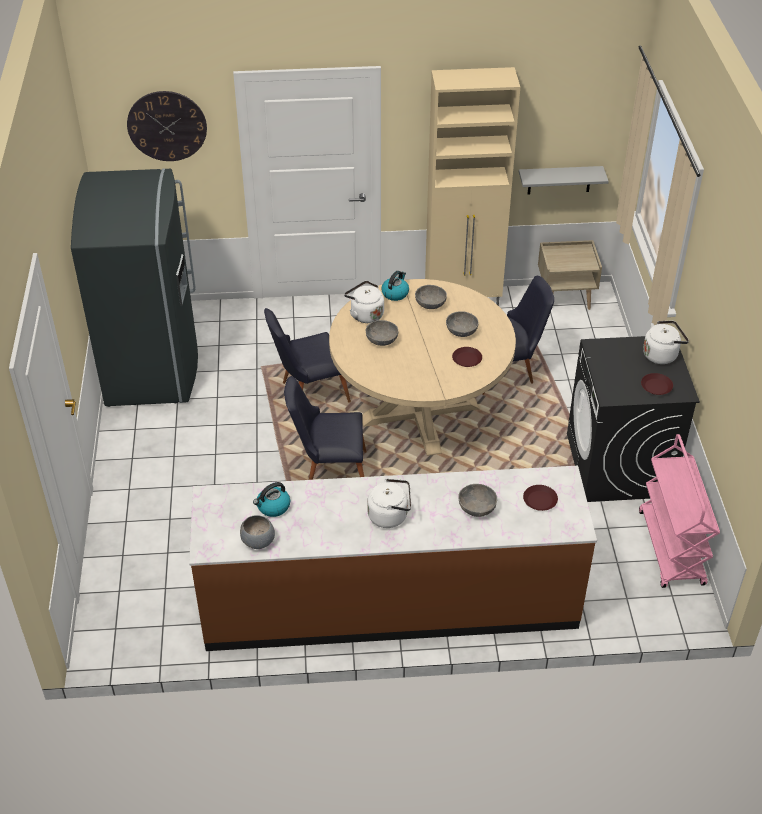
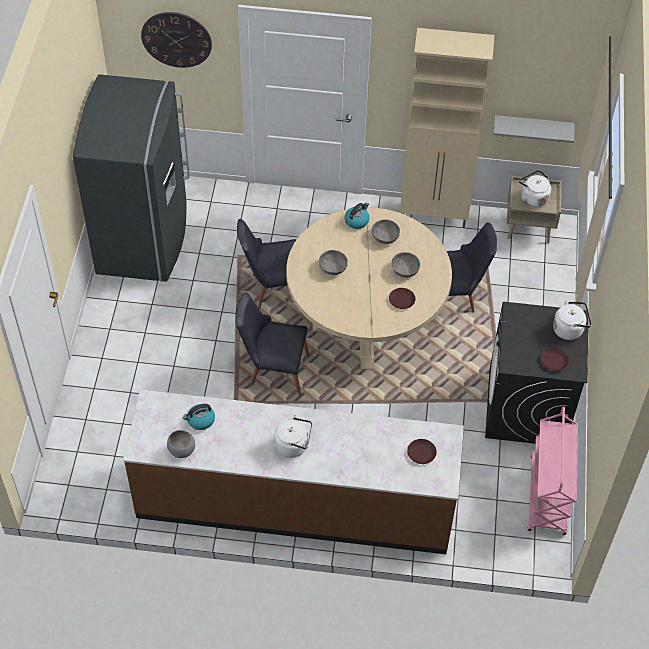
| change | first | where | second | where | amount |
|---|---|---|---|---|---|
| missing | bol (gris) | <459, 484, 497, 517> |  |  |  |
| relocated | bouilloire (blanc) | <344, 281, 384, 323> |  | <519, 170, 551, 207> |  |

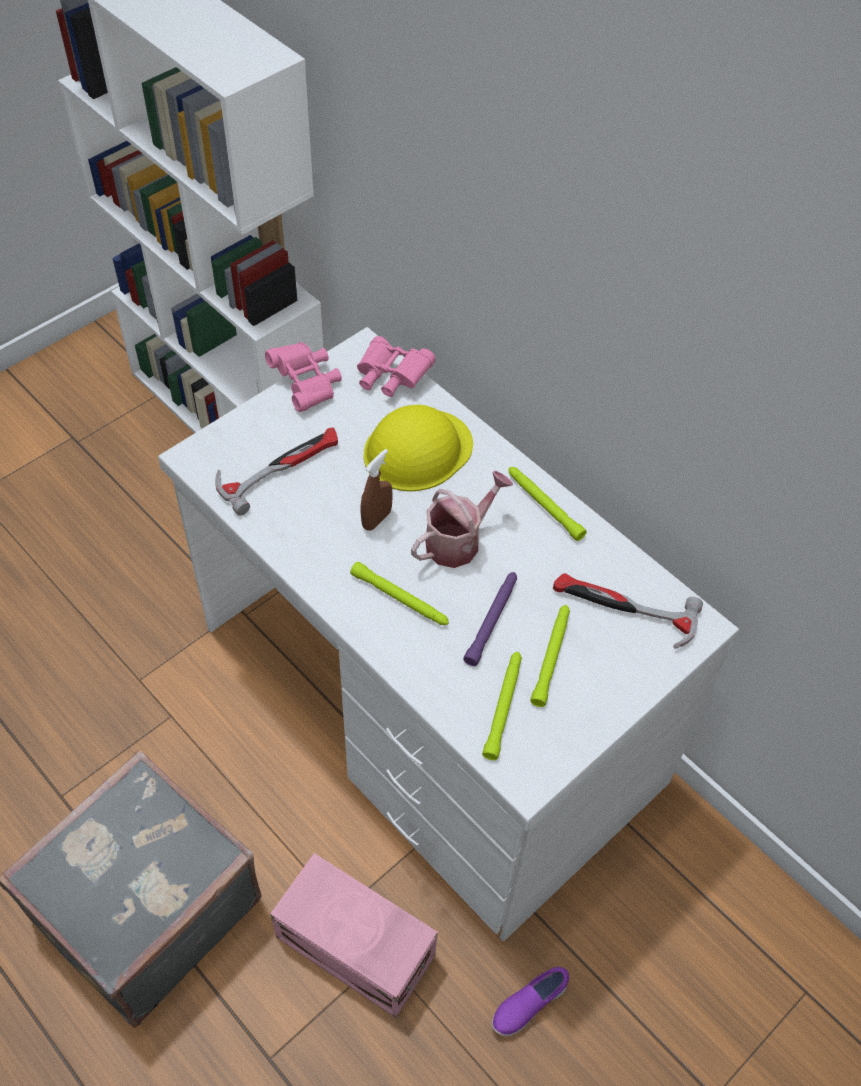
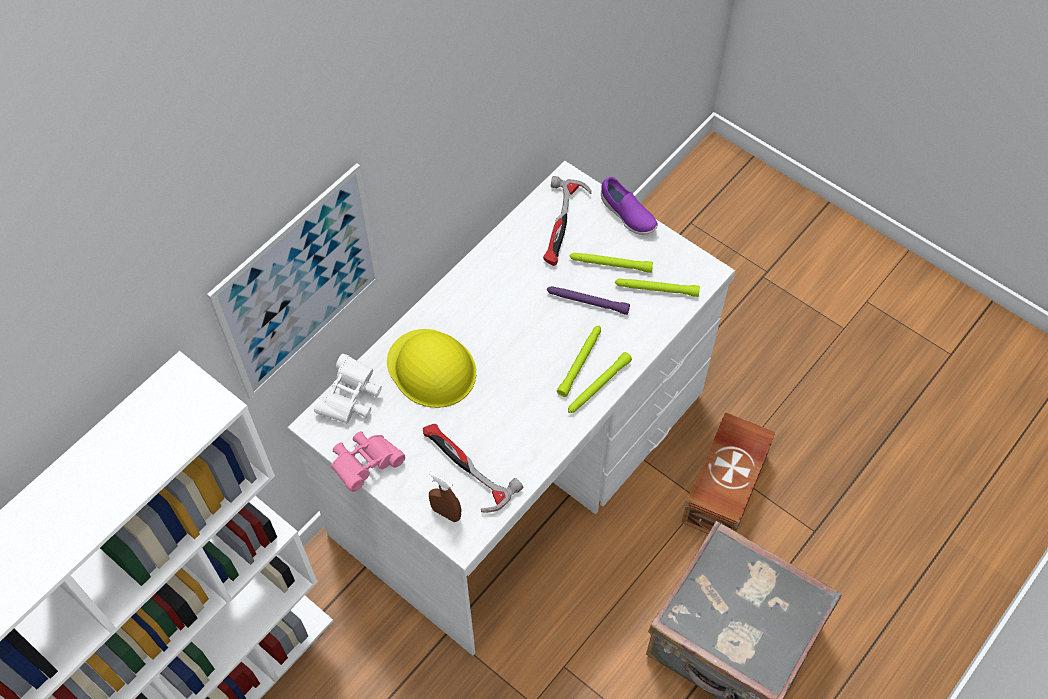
| change | first | where | second | where | amount |
|---|---|---|---|---|---|
| missing | arrosoir | <411, 471, 513, 568> |  |  |  |
| appeared |  |  | tableau | <207, 163, 380, 400> |  |
| relocated | vaporisateur (marron) | <361, 449, 393, 531> |  | <429, 472, 461, 522> |  |
| relocated | chaussure (violet) | <492, 967, 569, 1036> |  | <601, 177, 658, 235> |  |
| relocated | lampe de poche (vert) | <509, 467, 587, 541> |  | <568, 352, 632, 413> |  |
| colour | boîte de rangement (rose) | <271, 853, 438, 1018> | boîte de rangement (marron) | <681, 412, 776, 534> |  |
| colour | jumelles (rose) | <357, 336, 436, 397> | jumelles (blanc) | <314, 354, 382, 424> |  |

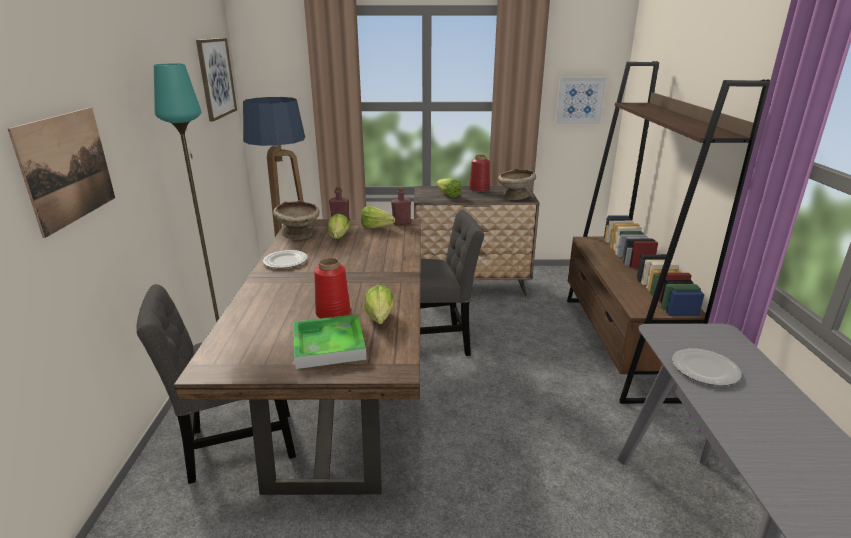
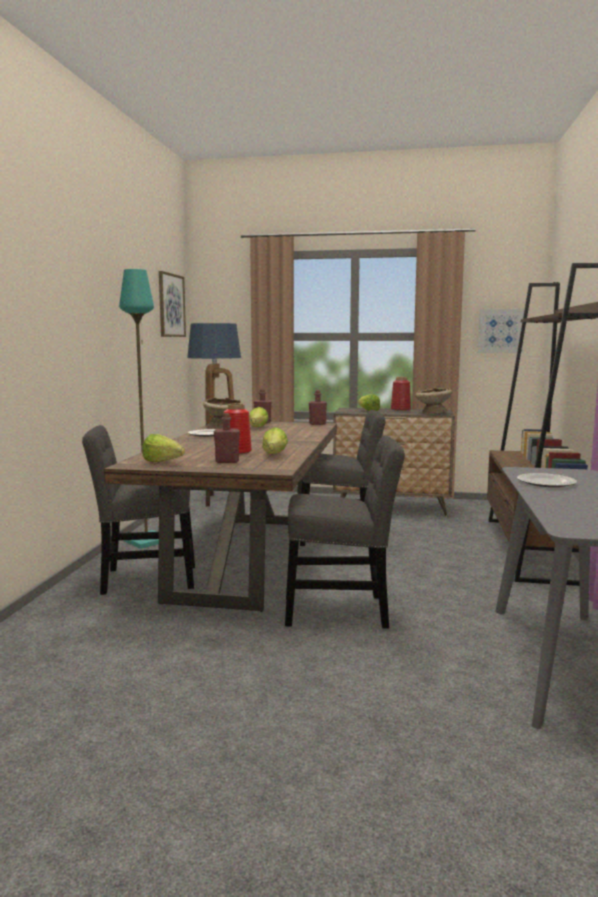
| change | first | where | second | where | amount |
|---|---|---|---|---|---|
| missing | tableau | <7, 107, 115, 238> |  |  |  |
| appeared |  |  | chaise (gris) | <285, 436, 405, 629> |  |
| relocated | laitue | <361, 206, 395, 228> |  | <143, 434, 185, 462> |  |
| exchanged | plateau | <294, 314, 367, 369> | bouteille (rouge) | <214, 413, 240, 463> |  |

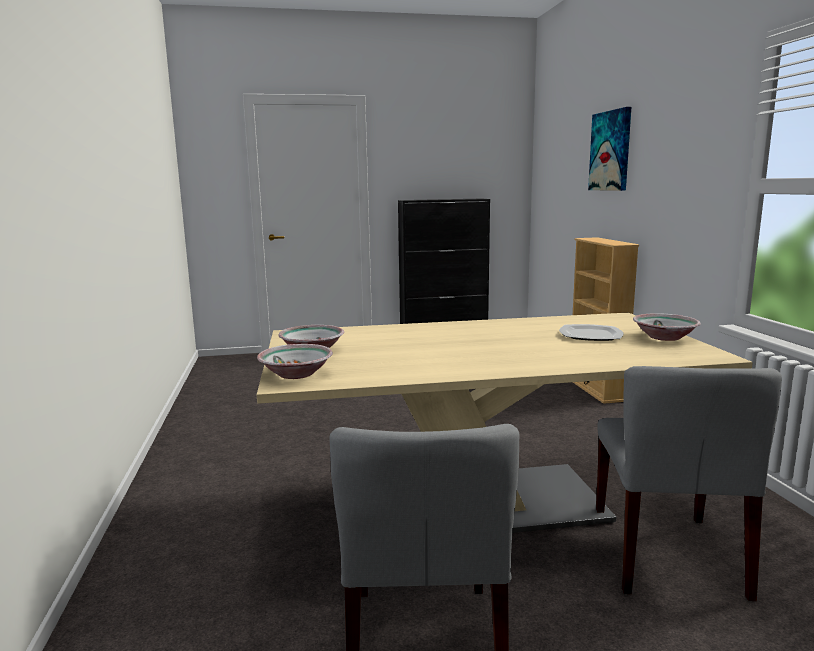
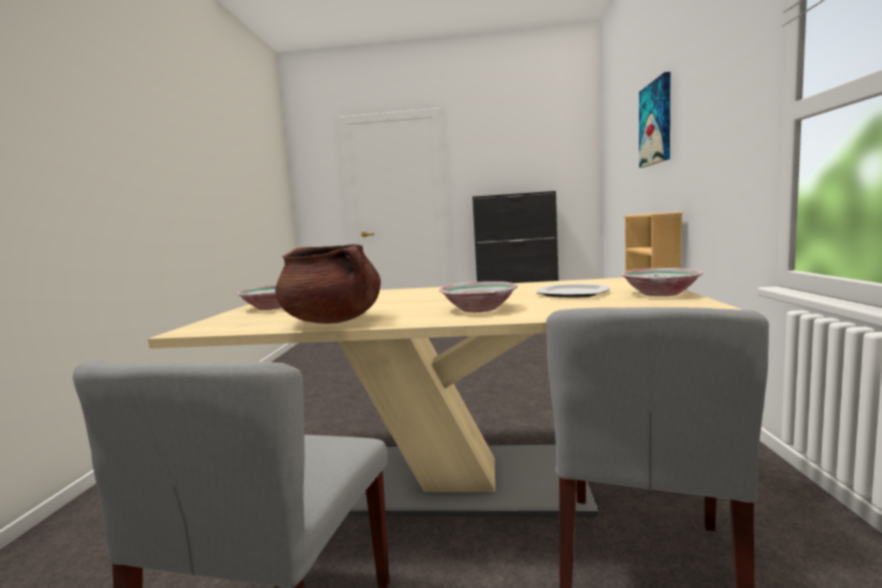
| change | first | where | second | where | amount |
|---|---|---|---|---|---|
| appeared |  |  | marmite (marron) | <275, 244, 381, 324> |  |
| relocated | bol | <257, 344, 333, 379> |  | <439, 281, 518, 312> |  |

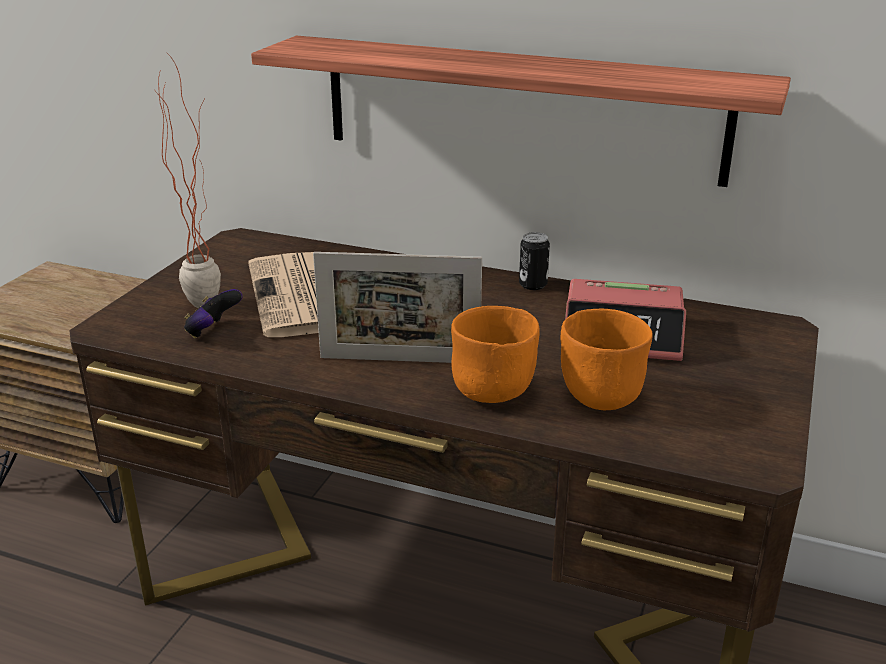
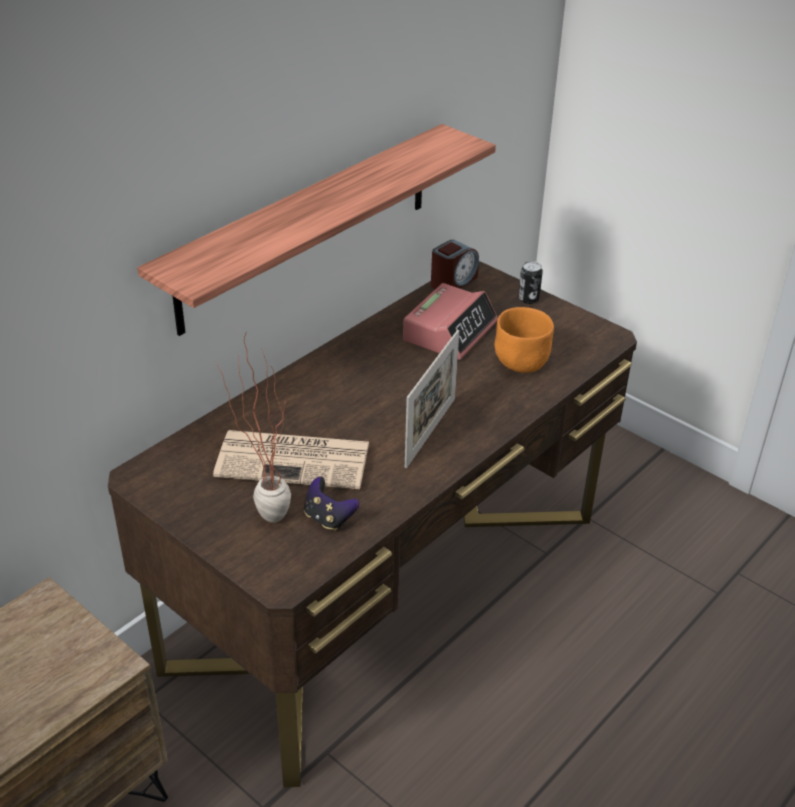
| change | first | where | second | where | amount |
|---|---|---|---|---|---|
| missing | bol (orange) | <451, 306, 540, 403> |  |  |  |
| appeared |  |  | réveil | <431, 240, 479, 289> |  |
| relocated | boîte métallique | <519, 232, 550, 290> |  | <518, 261, 543, 304> |  |

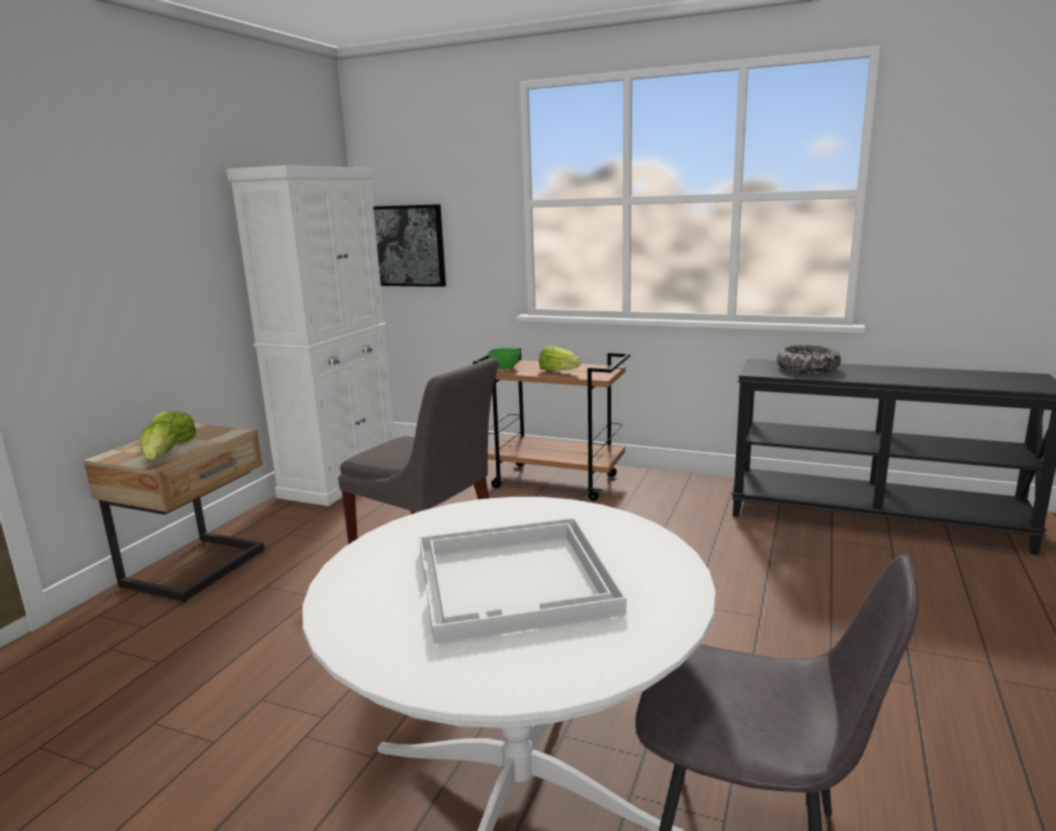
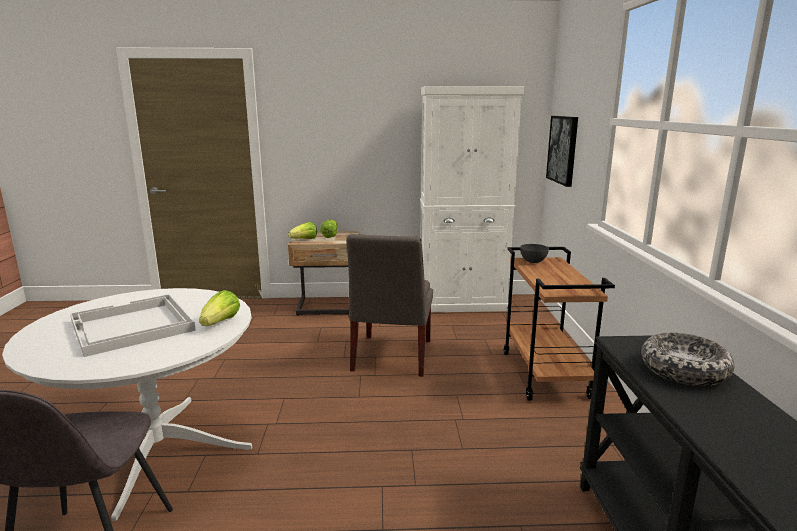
| change | first | where | second | where | amount |
|---|---|---|---|---|---|
| relocated | laitue | <539, 345, 581, 371> |  | <199, 290, 240, 326> |  |
| colour | bol (vert) | <488, 348, 520, 369> | bol (gris) | <520, 244, 549, 263> |  |

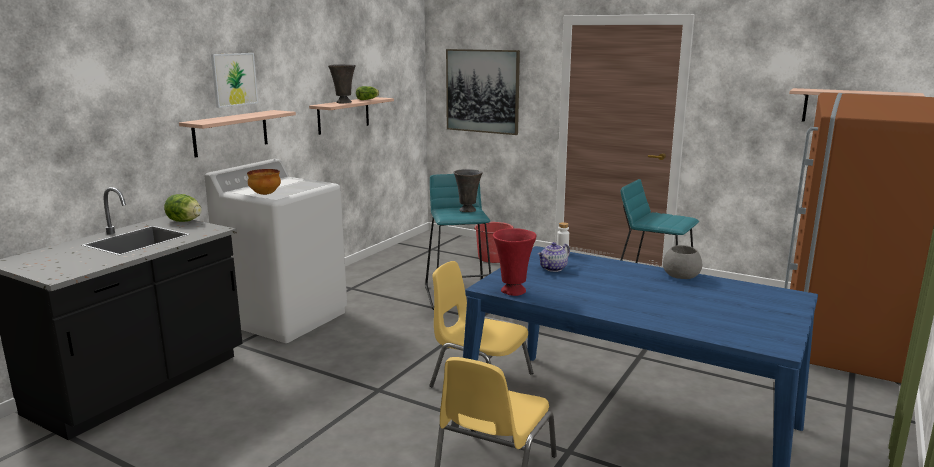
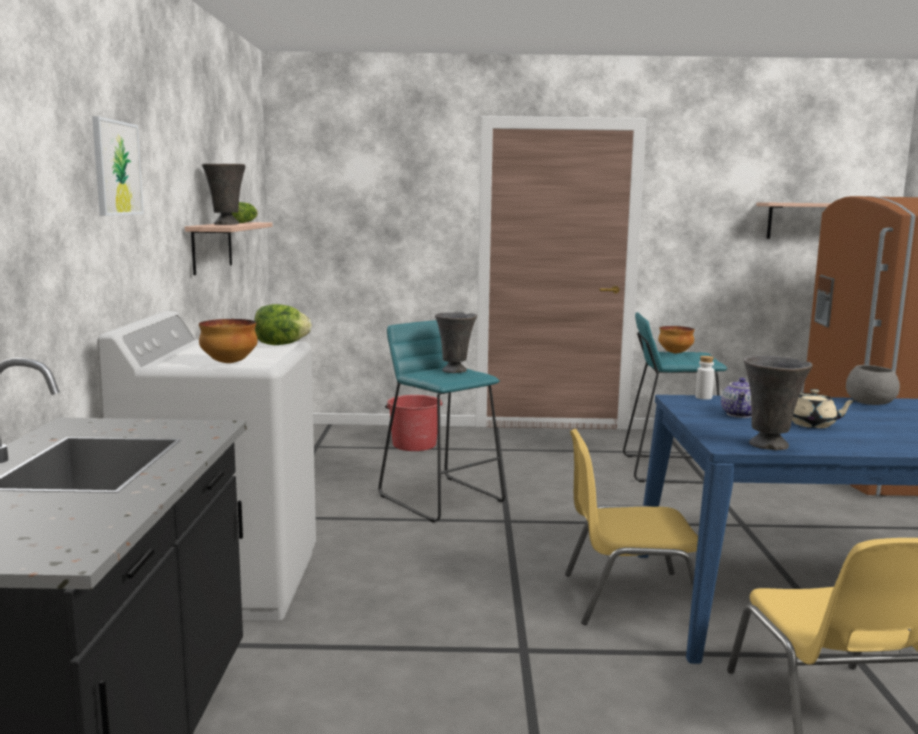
| change | first | where | second | where | amount |
|---|---|---|---|---|---|
| missing | étagère | <179, 110, 296, 158> |  |  |  |
| missing | tableau | <446, 49, 520, 135> |  |  |  |
| appeared |  |  | bol | <658, 326, 695, 353> |  |
| appeared |  |  | théière (beige) | <792, 389, 857, 428> |  |
| relocated | laitue | <164, 194, 202, 222> |  | <254, 304, 312, 345> |  |
| colour | vase (rouge) | <493, 228, 536, 296> | vase (gris) | <744, 356, 813, 450> |  |

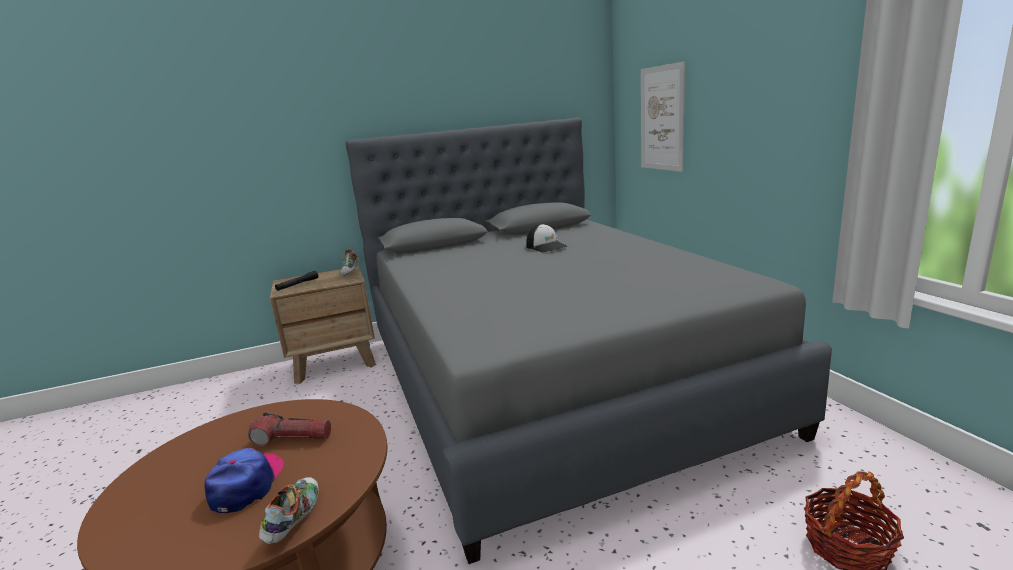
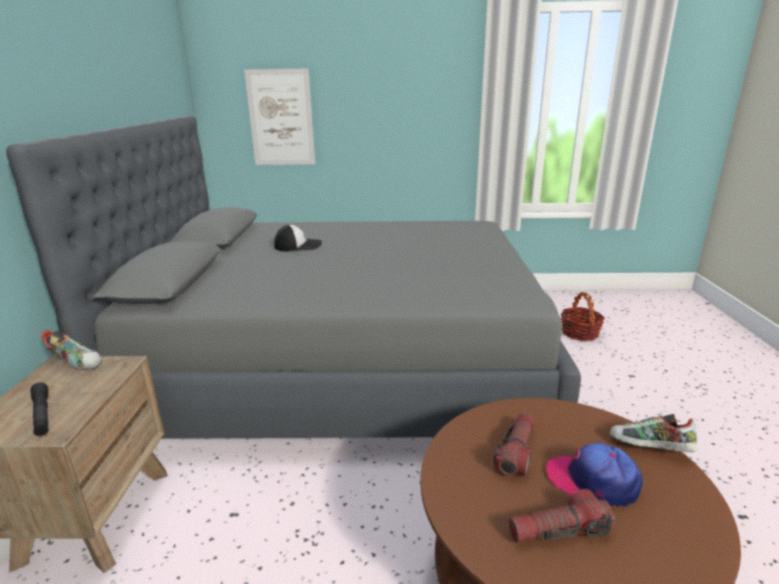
| change | first | where | second | where | amount |
|---|---|---|---|---|---|
| appeared |  |  | lampe de poche | <509, 489, 615, 543> |  |

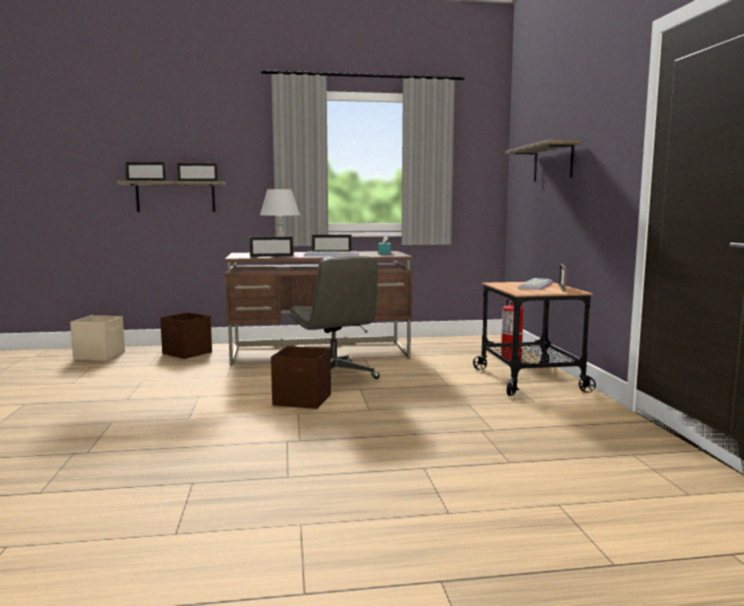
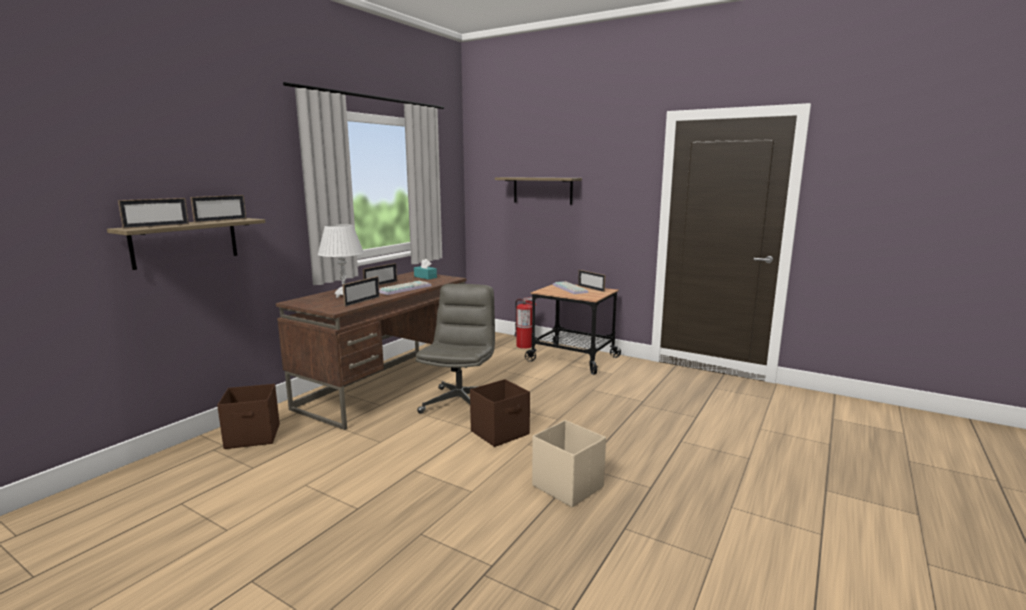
| change | first | where | second | where | amount |
|---|---|---|---|---|---|
| relocated | boîte de rangement (beige) | <70, 315, 125, 361> |  | <532, 420, 606, 507> |  |
| spun | chaise de bureau (gris) | <289, 256, 380, 379> |  | <416, 284, 495, 414> | 90 degrees counterclockwise |

